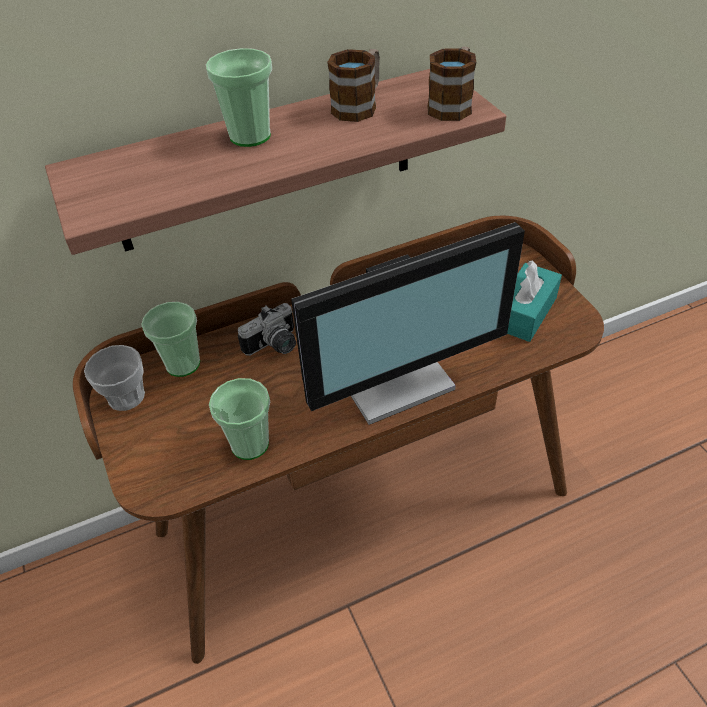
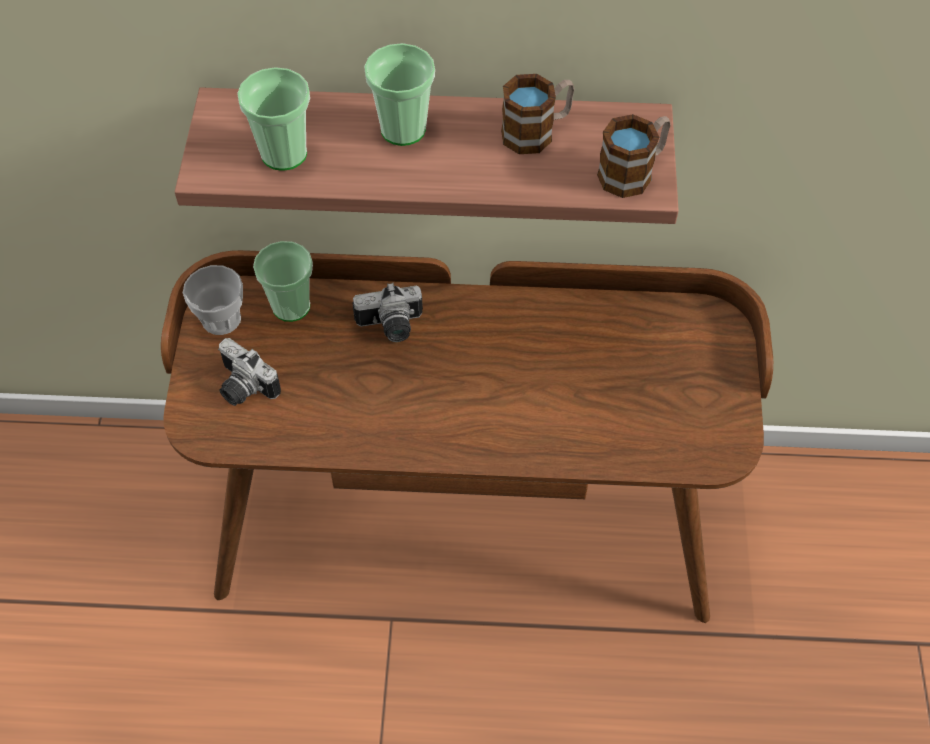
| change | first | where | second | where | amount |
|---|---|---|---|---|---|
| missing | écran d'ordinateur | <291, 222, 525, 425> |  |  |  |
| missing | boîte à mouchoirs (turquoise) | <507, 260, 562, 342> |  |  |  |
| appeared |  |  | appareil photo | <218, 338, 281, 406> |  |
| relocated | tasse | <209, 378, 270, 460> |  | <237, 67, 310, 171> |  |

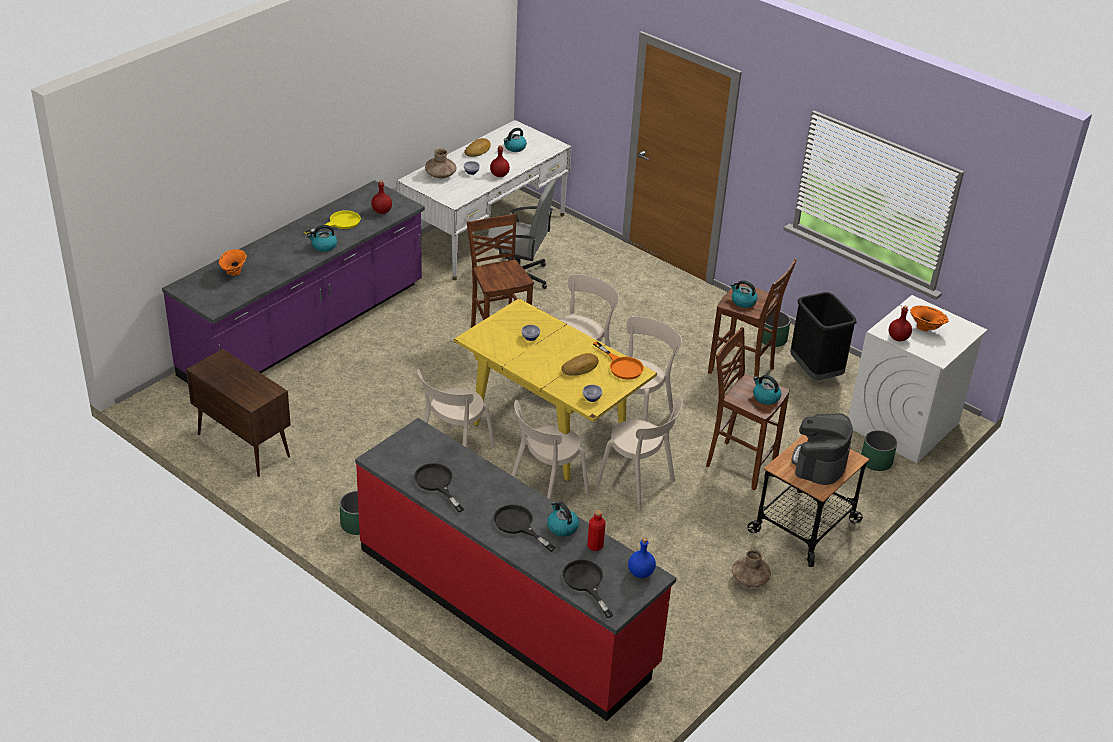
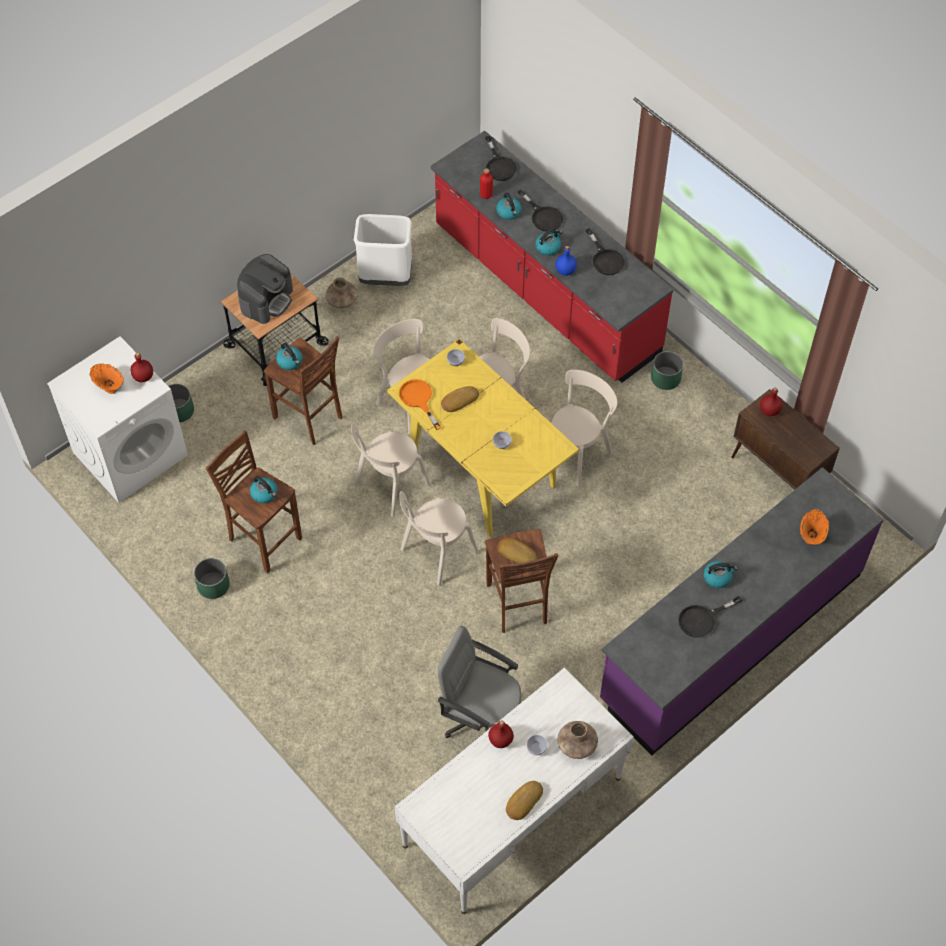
| change | first | where | second | where | amount |
|---|---|---|---|---|---|
| missing | poubelle (noir) | <790, 292, 857, 380> |  |  |  |
| appeared |  |  | poubelle (blanc) | <354, 214, 412, 286> |  |
| appeared |  |  | pain | <497, 538, 537, 563> |  |
| relocated | bouteille (rouge) | <371, 180, 392, 214> |  | <760, 388, 783, 416> |  |
| relocated | bouilloire | <504, 128, 527, 152> |  | <535, 230, 563, 256> |  |
| relocated | bouteille (bleu) | <628, 538, 656, 578> |  | <555, 246, 577, 276> |  |
| colour | poêle (jaune) | <304, 210, 361, 235> | poêle (noir) | <678, 596, 742, 638> |  |

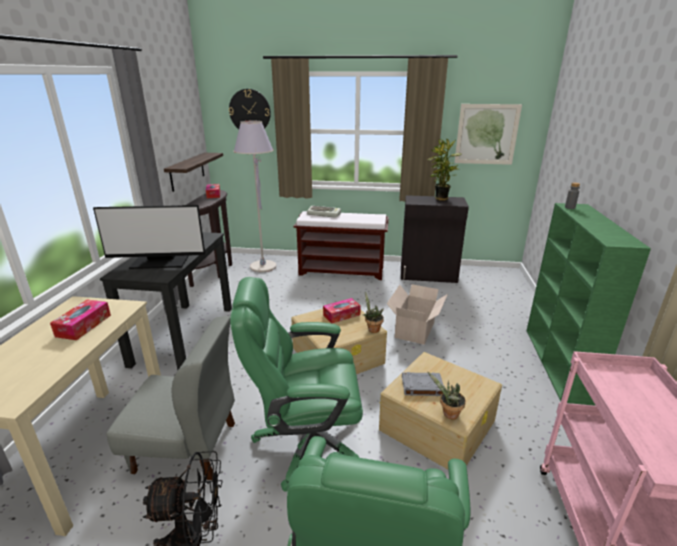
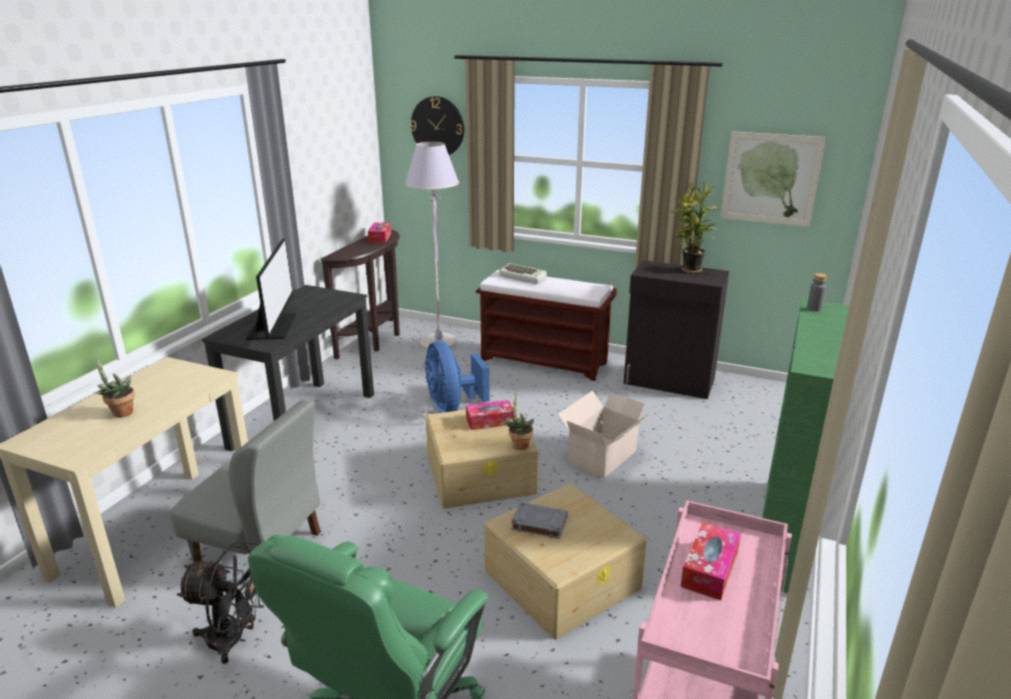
| change | first | where | second | where | amount |
|---|---|---|---|---|---|
| missing | étagère | <164, 153, 223, 192> |  |  |  |
| missing | chaise de bureau (vert) | <230, 277, 363, 492> |  |  |  |
| appeared |  |  | ventilateur (bleu) | <425, 341, 490, 413> |  |
| relocated | boîte à mouchoirs | <50, 300, 111, 340> |  | <680, 522, 741, 600> |  |
| relocated | plante en pot | <428, 372, 466, 420> |  | <94, 357, 135, 418> |  |
| spun | écran d'ordinateur | <93, 205, 205, 269> |  | <246, 239, 296, 340> | 105 degrees counterclockwise |

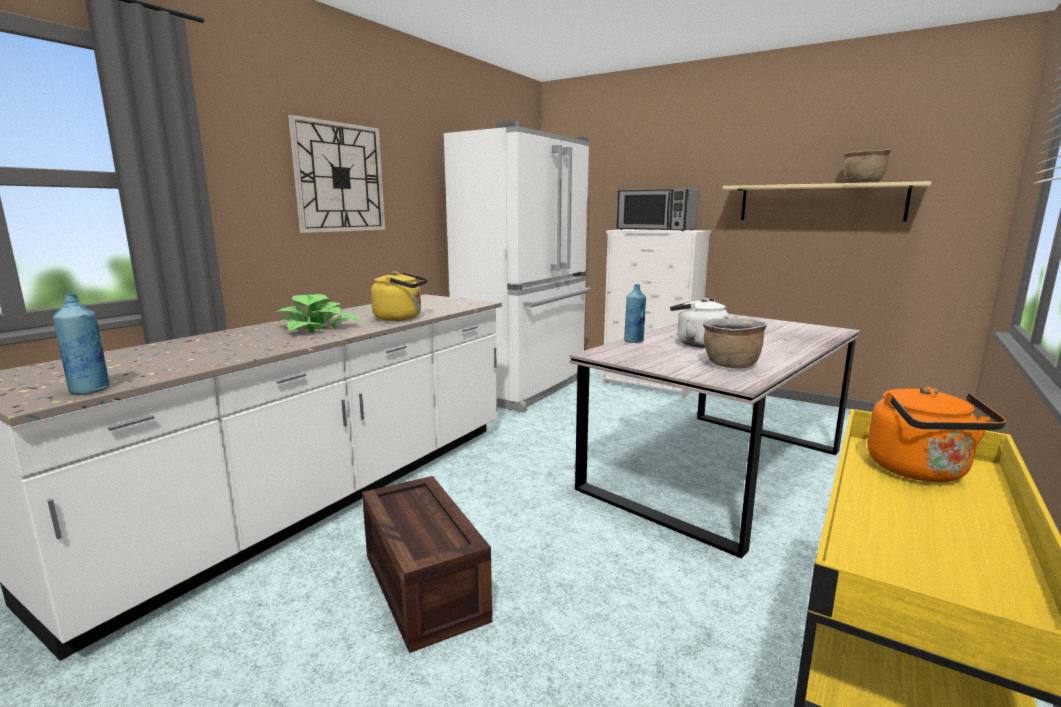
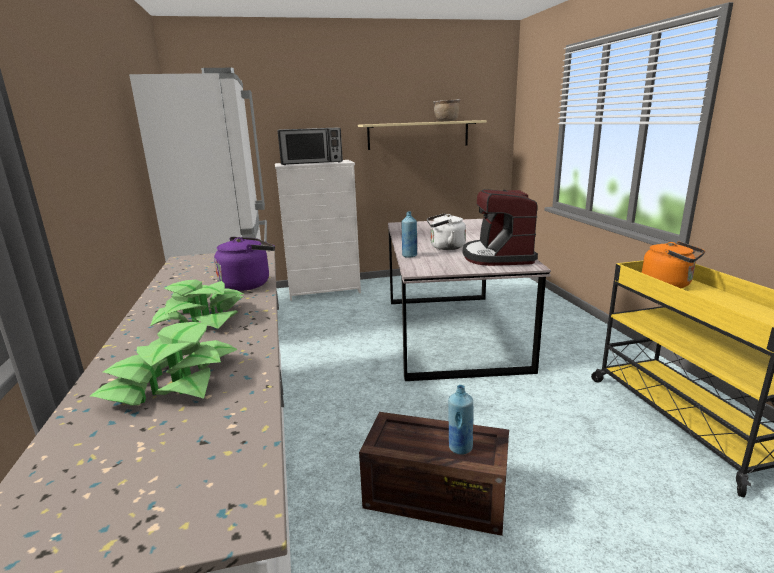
| change | first | where | second | where | amount |
|---|---|---|---|---|---|
| missing | horloge murale | <288, 115, 385, 233> |  |  |  |
| appeared |  |  | plante en pot | <90, 322, 238, 406> |  |
| relocated | bouteille (bleu) | <53, 294, 110, 395> |  | <448, 385, 473, 455> |  |
| exchanged | marmite (marron) | <703, 318, 767, 368> | machine à café | <463, 189, 538, 266> |  |
| colour | bouilloire (jaune) | <371, 271, 428, 321> | bouilloire (violet) | <214, 237, 275, 291> |  |

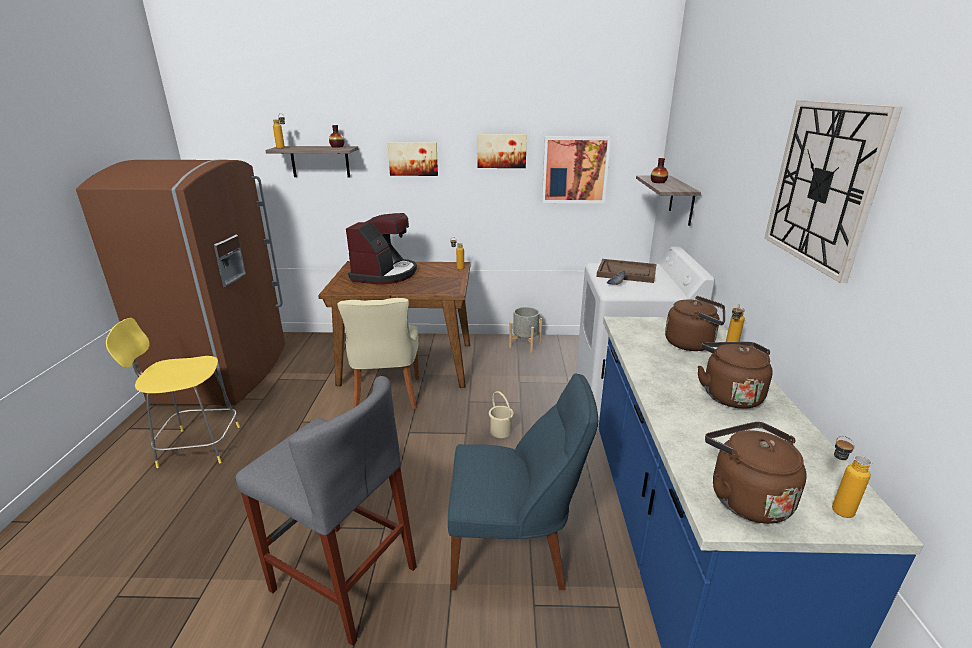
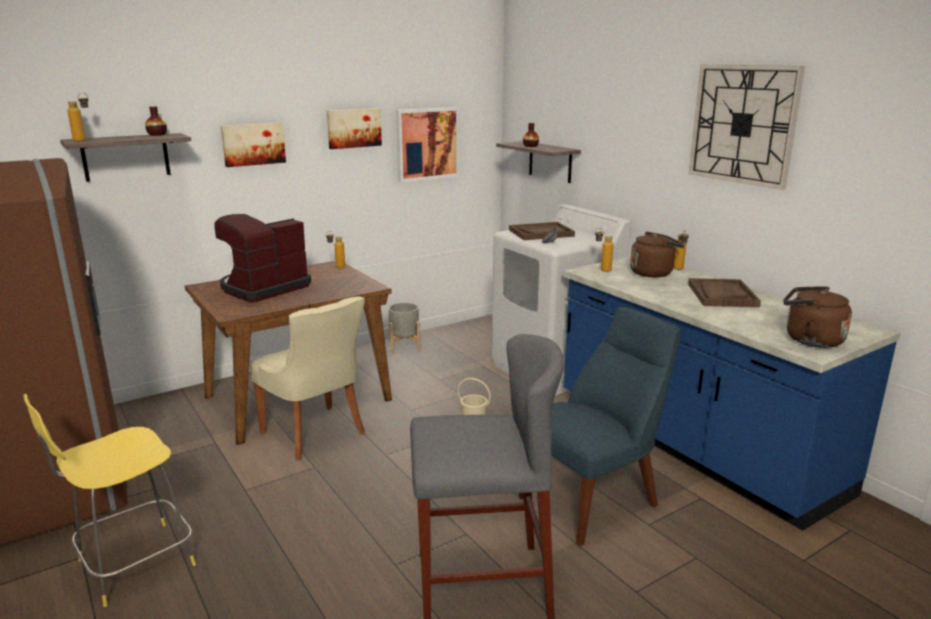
| change | first | where | second | where | amount |
|---|---|---|---|---|---|
| relocated | bouteille | <832, 435, 872, 518> |  | <595, 228, 613, 272> |  |
| exchanged | bouilloire (marron) | <698, 342, 773, 409> | plateau (marron) | <688, 278, 761, 307> |  |
| spun | machine à café | <346, 213, 417, 285> |  | <214, 214, 311, 302> | 120 degrees counterclockwise |

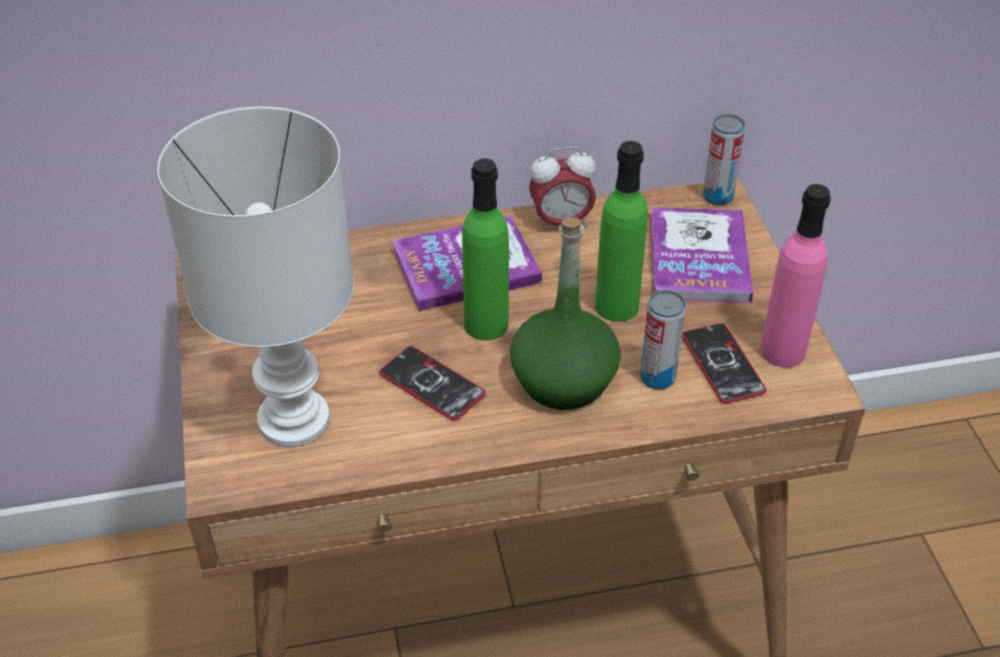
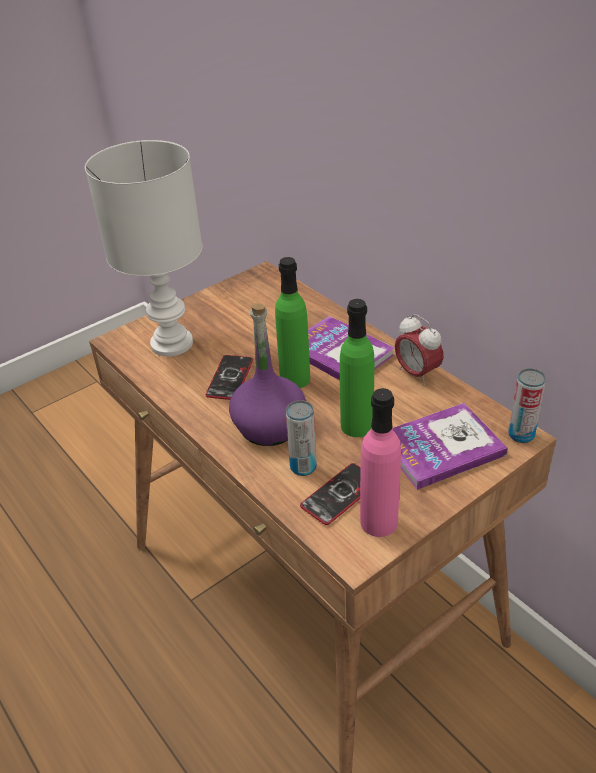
| change | first | where | second | where | amount |
|---|---|---|---|---|---|
| colour | bouteille (vert) | <510, 217, 621, 410> | bouteille (violet) | <229, 303, 306, 446> |  |

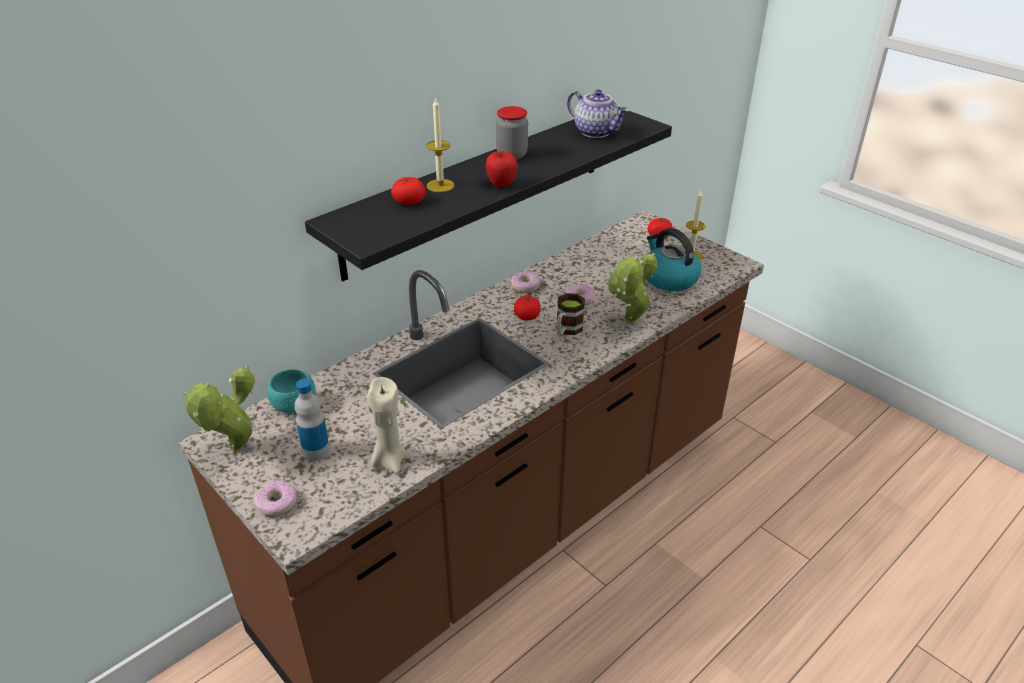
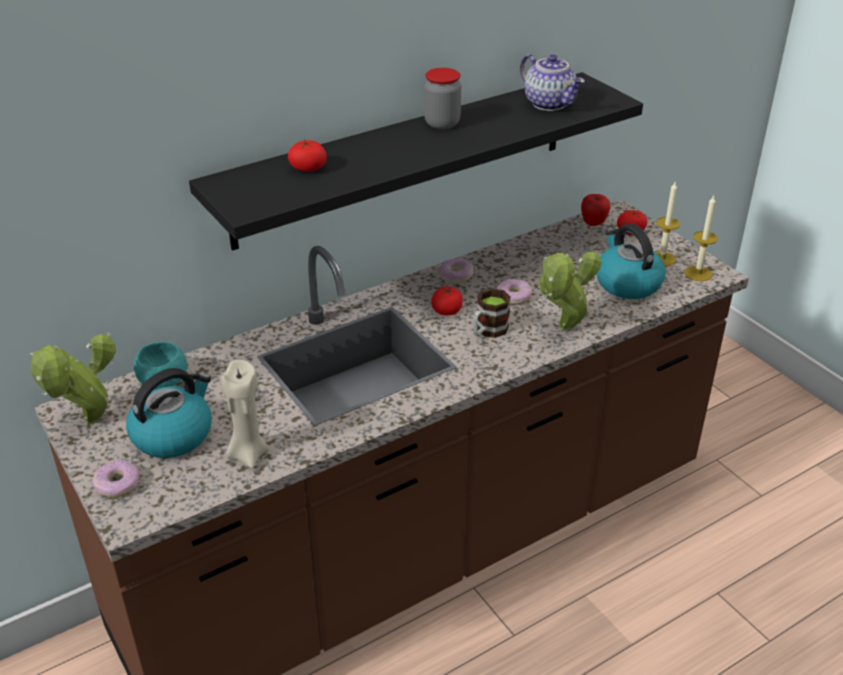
| change | first | where | second | where | amount |
|---|---|---|---|---|---|
| relocated | bougie | <426, 96, 455, 192> |  | <684, 195, 718, 281> |  |
| relocated | pomme | <486, 151, 518, 187> |  | <581, 194, 610, 226> |  |
| exchanged | bouteille | <295, 379, 330, 461> | bouilloire | <126, 368, 211, 458> |  |

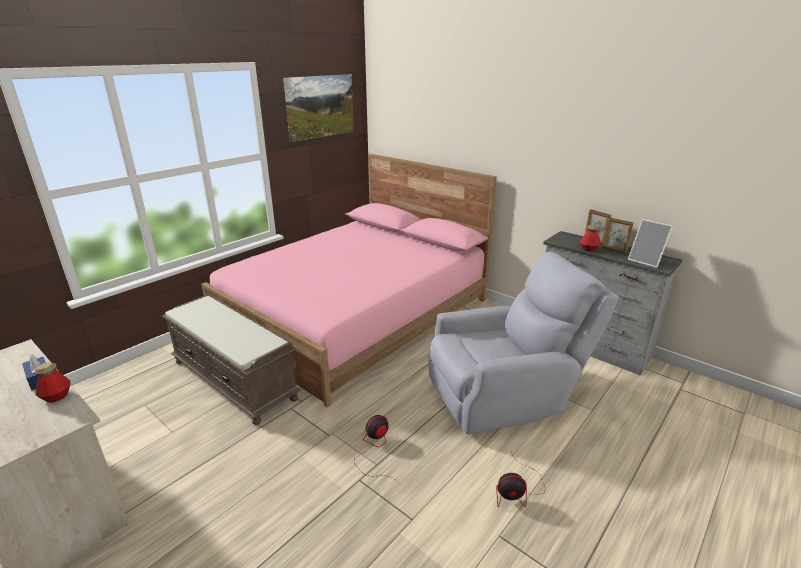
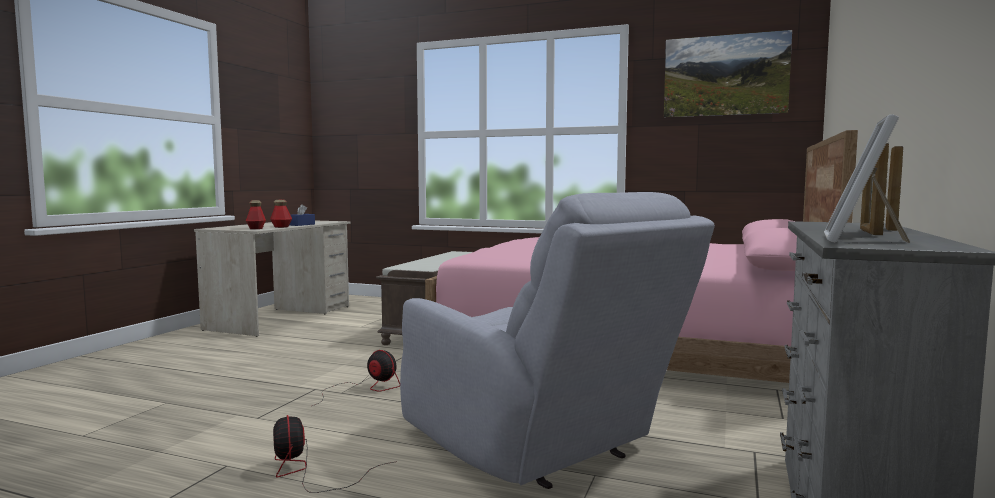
| change | first | where | second | where | amount |
|---|---|---|---|---|---|
| relocated | bouteille | <580, 225, 601, 252> |  | <246, 200, 266, 229> |  |

